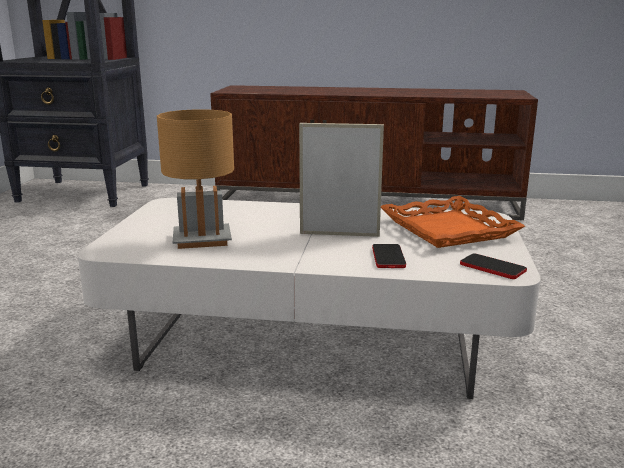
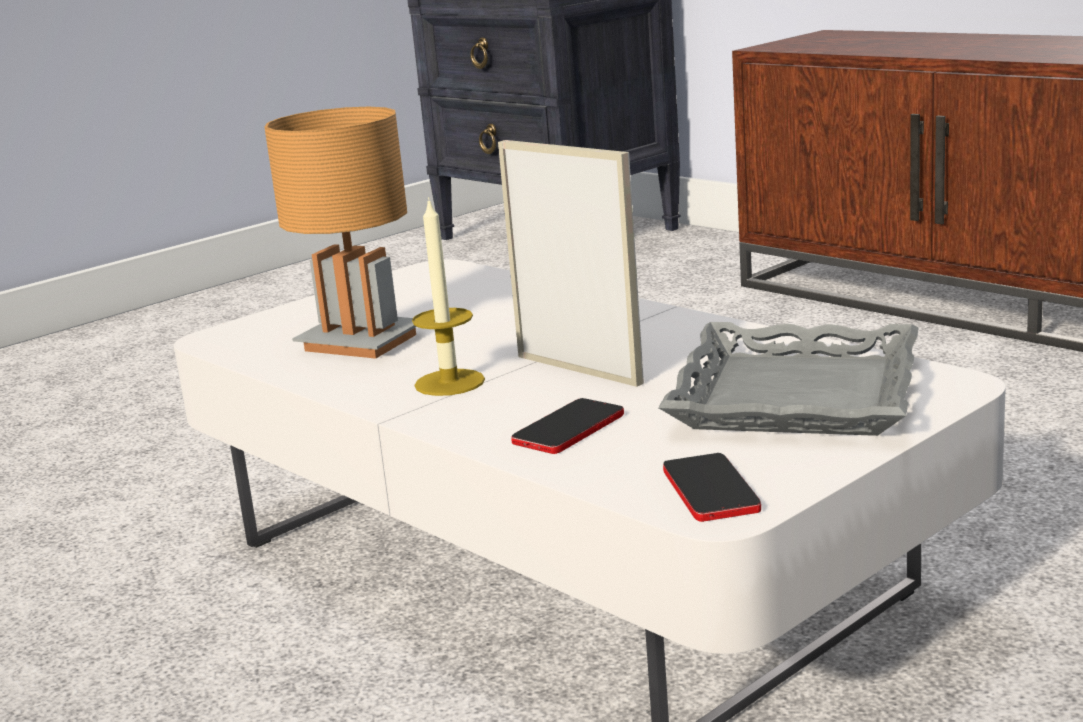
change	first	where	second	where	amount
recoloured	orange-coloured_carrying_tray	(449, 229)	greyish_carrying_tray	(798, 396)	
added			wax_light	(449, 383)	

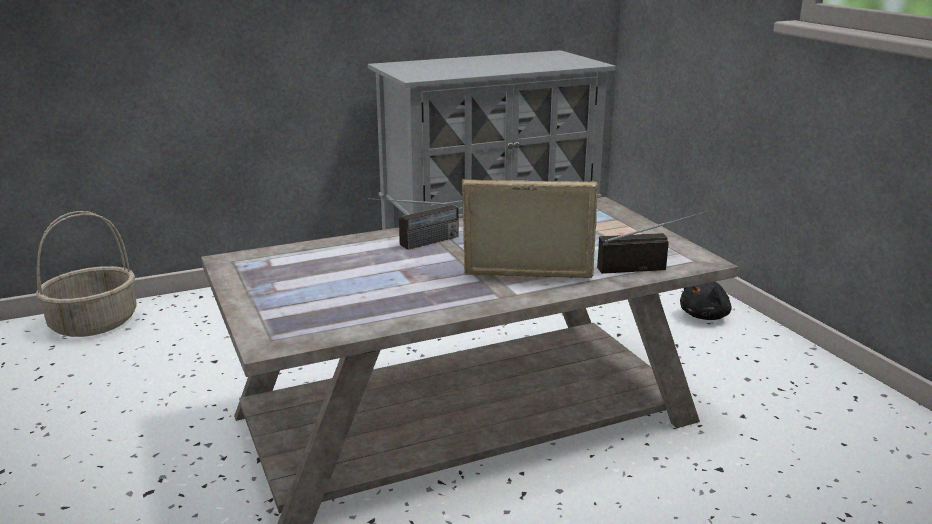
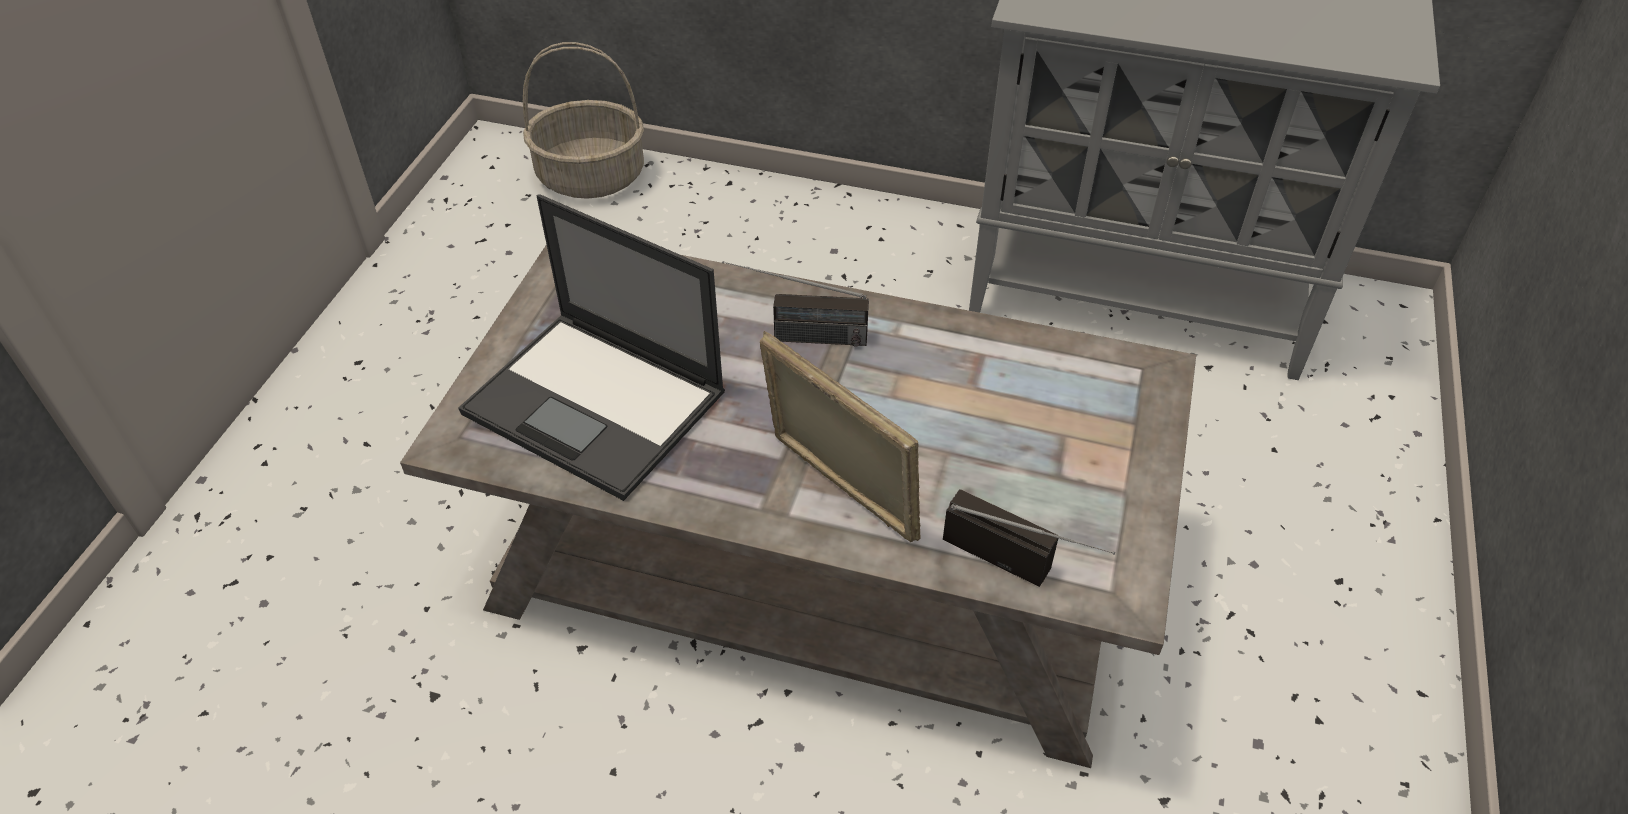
change	first	where	second	where	amount
removed	black-coloured_plush_toy	(706, 316)			
added			notebook_computer	(597, 404)	

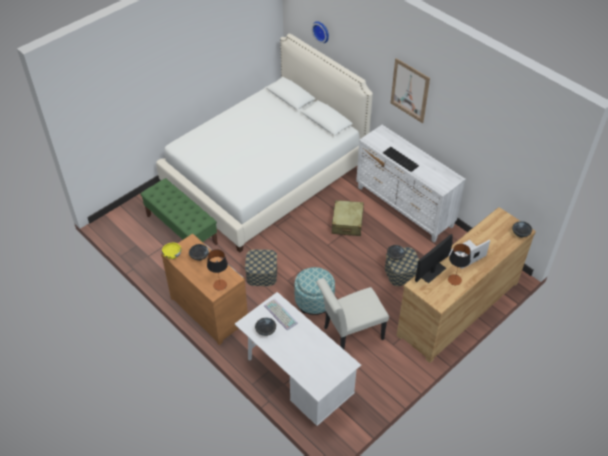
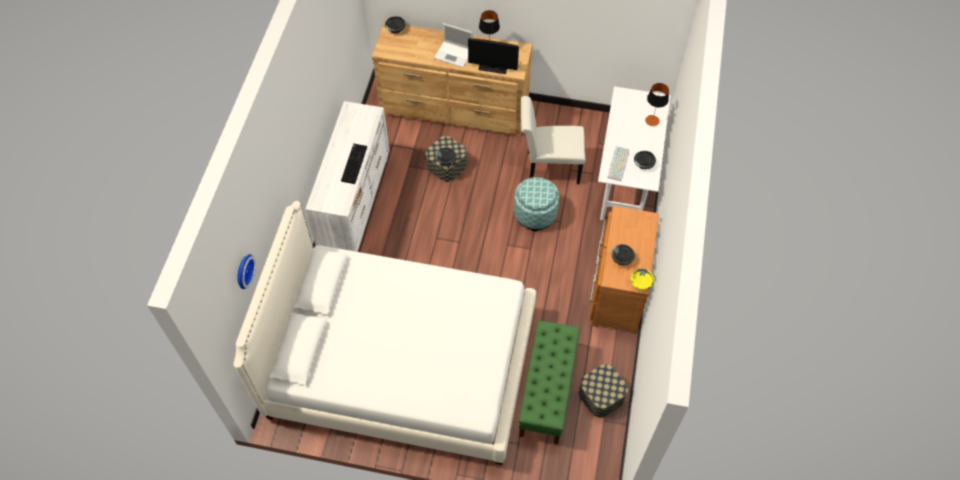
change	first	where	second	where	amount
removed	picture	(410, 90)			
removed	beige-coloured_piece_of_luggage	(347, 223)			
moved	table_lamp	(220, 285)		(652, 120)	
moved	storage_bin	(261, 274)		(601, 396)	
turned	white-coloured_upright_chair	(349, 335)		(548, 167)	150 degrees clockwise

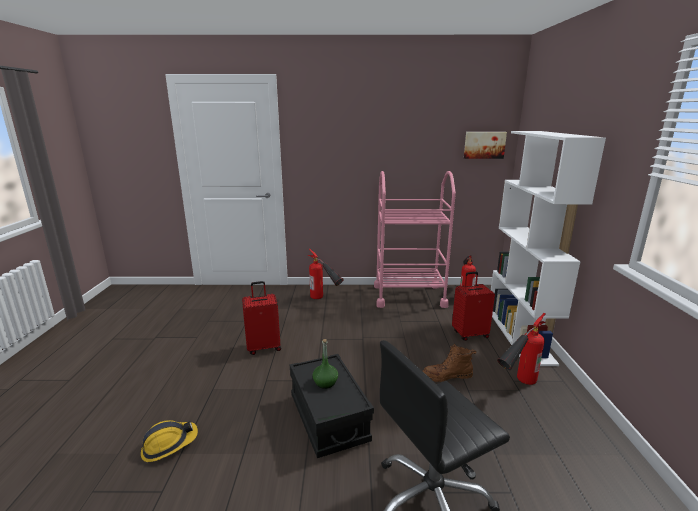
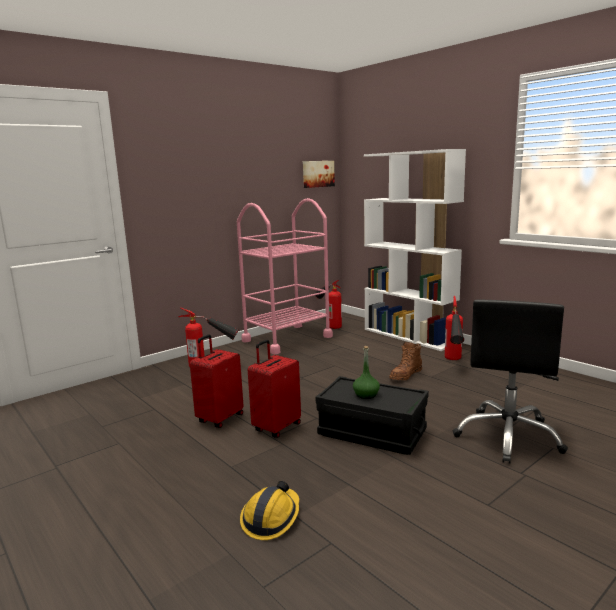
change	first	where	second	where	amount
moved	red_piece_of_luggage	(469, 334)		(276, 427)	

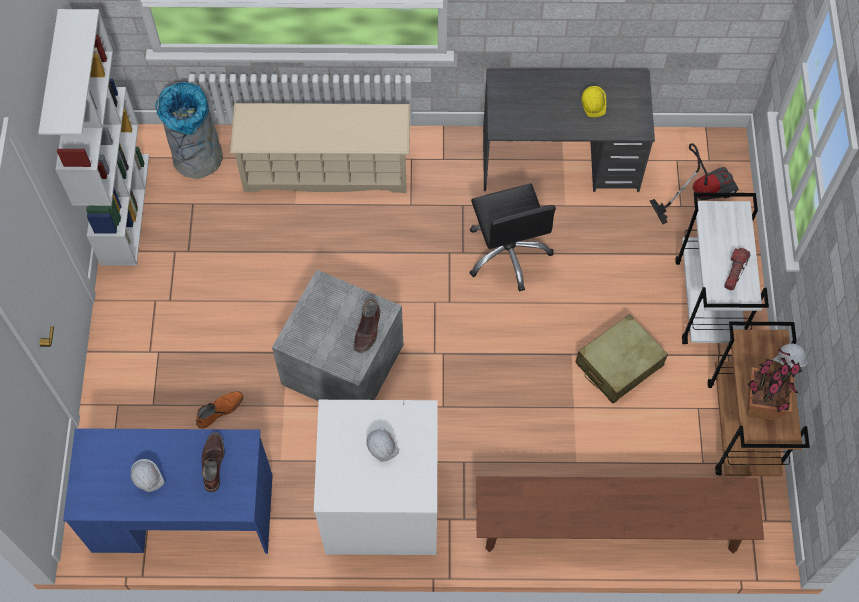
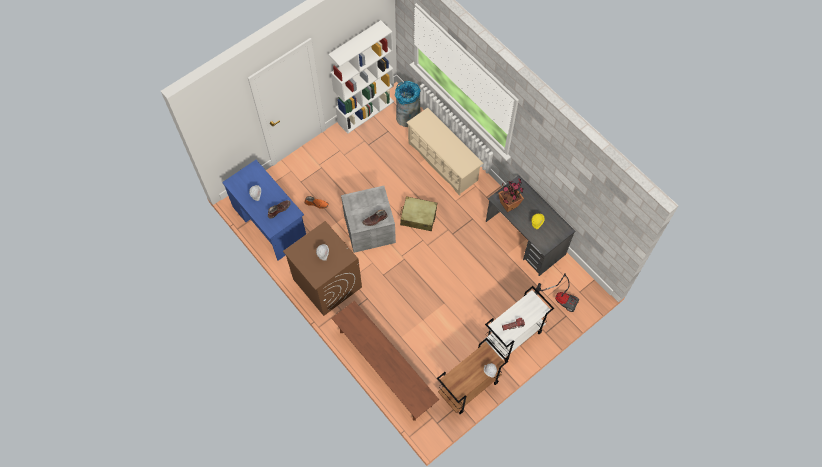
change	first	where	second	where	amount
removed	black-coloured_desk_chair	(508, 253)			
moved	beige-coloured_piece_of_luggage	(618, 364)		(418, 217)	
moved	plant_in_a_pot	(761, 405)		(508, 204)	
recoloured	white-coloured_washing_machine	(381, 504)	brown-coloured_washing_machine	(327, 283)	

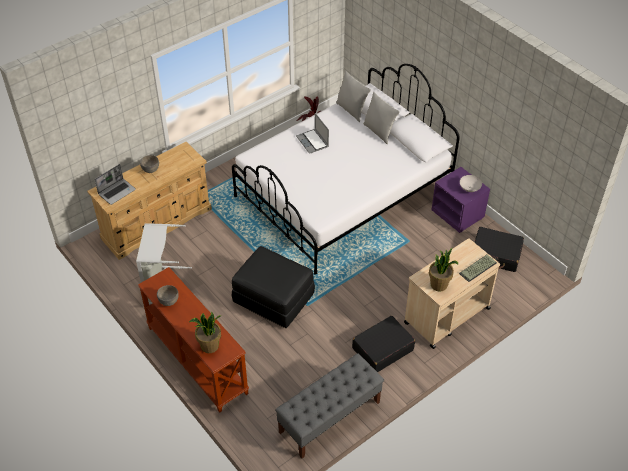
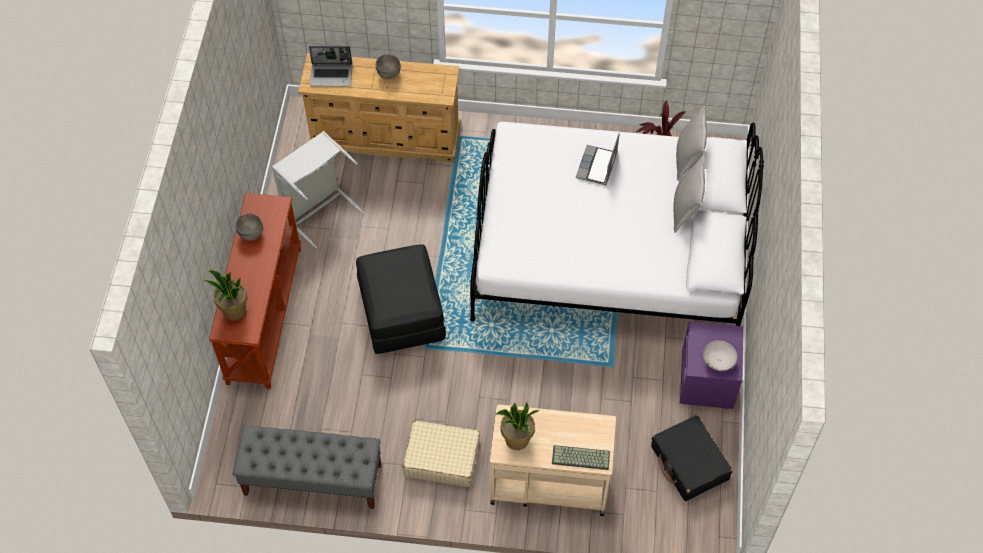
change	first	where	second	where	amount
recoloured	black-coloured_piece_of_luggage	(382, 349)	beige-coloured_piece_of_luggage	(441, 458)	

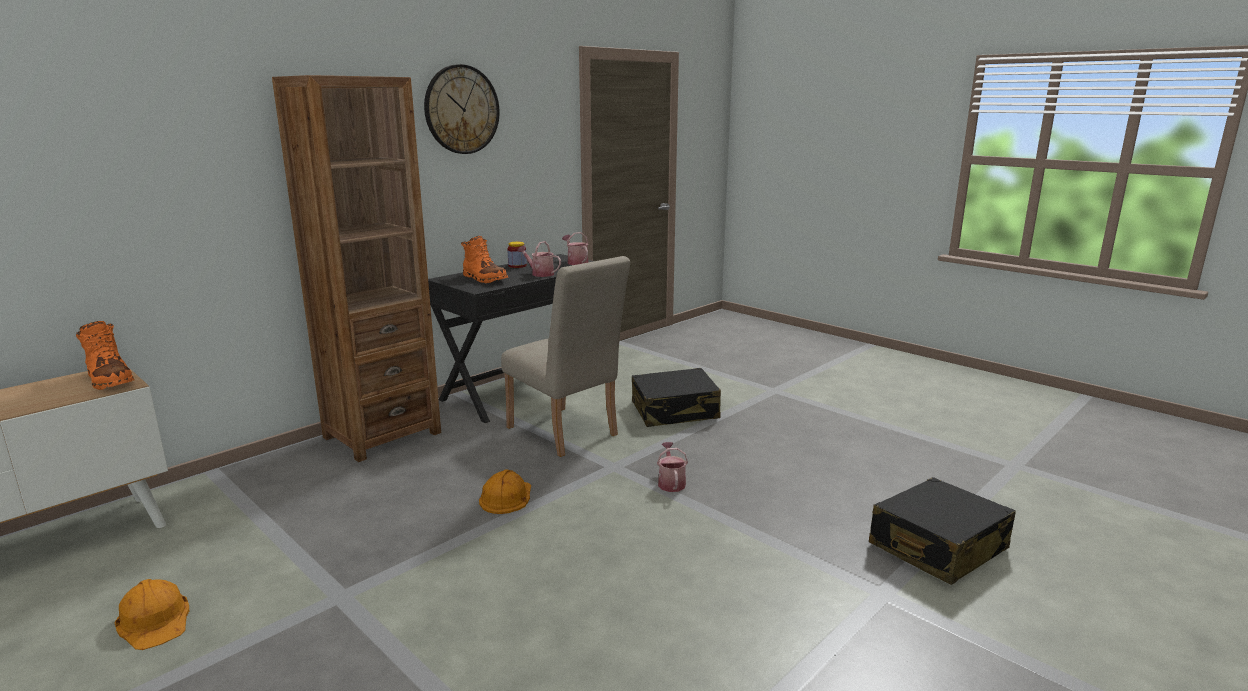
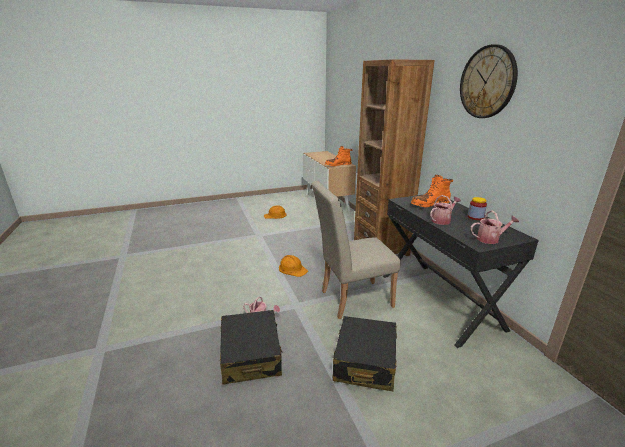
change	first	where	second	where	amount
moved	black-coloured_piece_of_luggage	(937, 547)		(251, 355)	

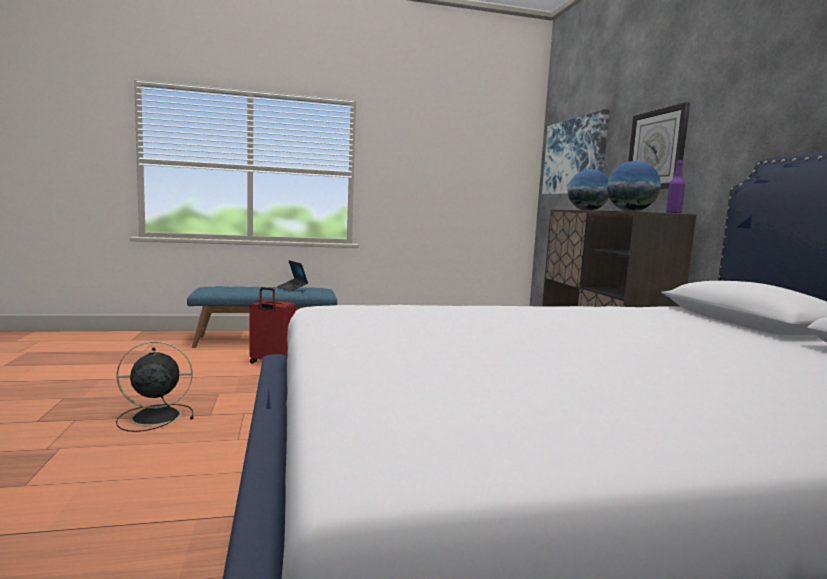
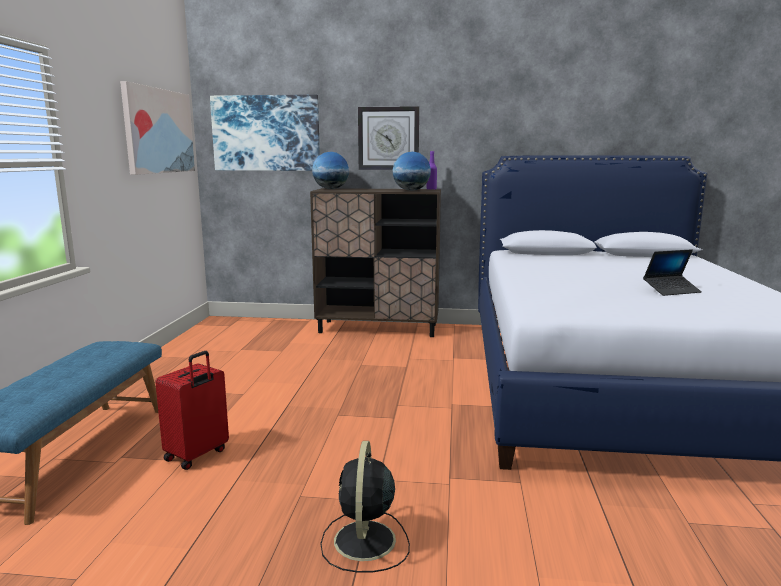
change	first	where	second	where	amount
moved	notebook_computer	(292, 288)		(671, 290)	
added			picture	(158, 131)	

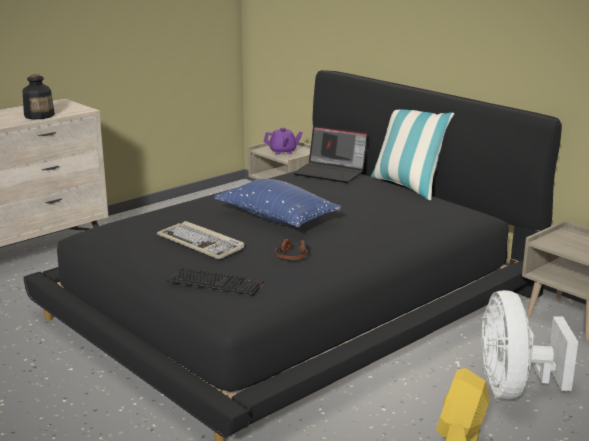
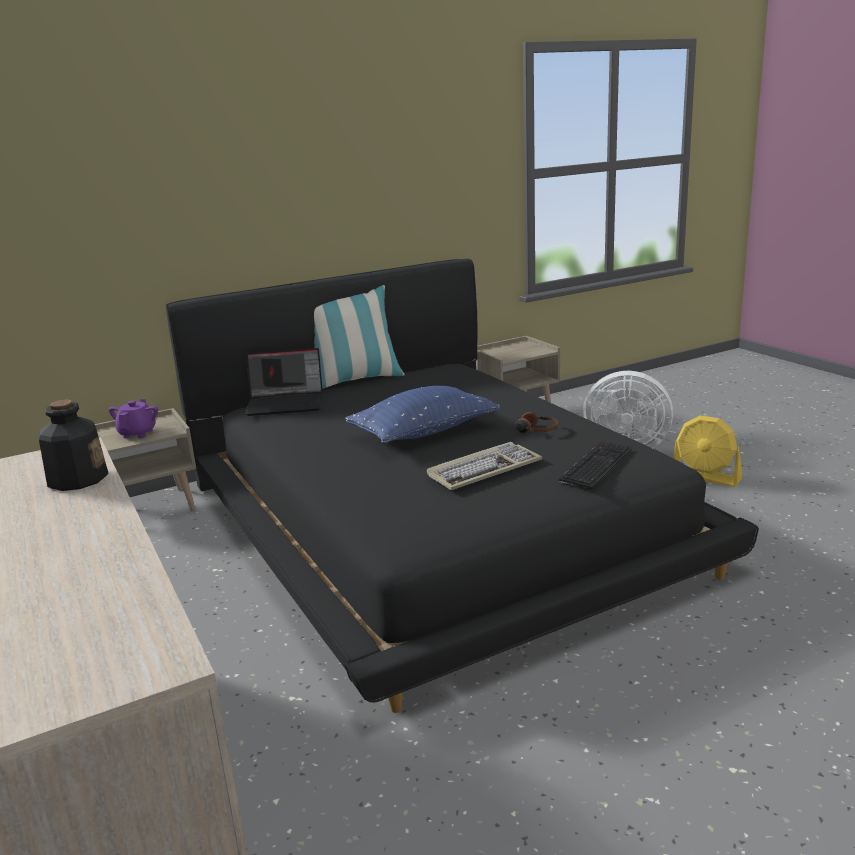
change	first	where	second	where	amount
turned	notebook_computer	(331, 172)		(287, 403)	45 degrees clockwise

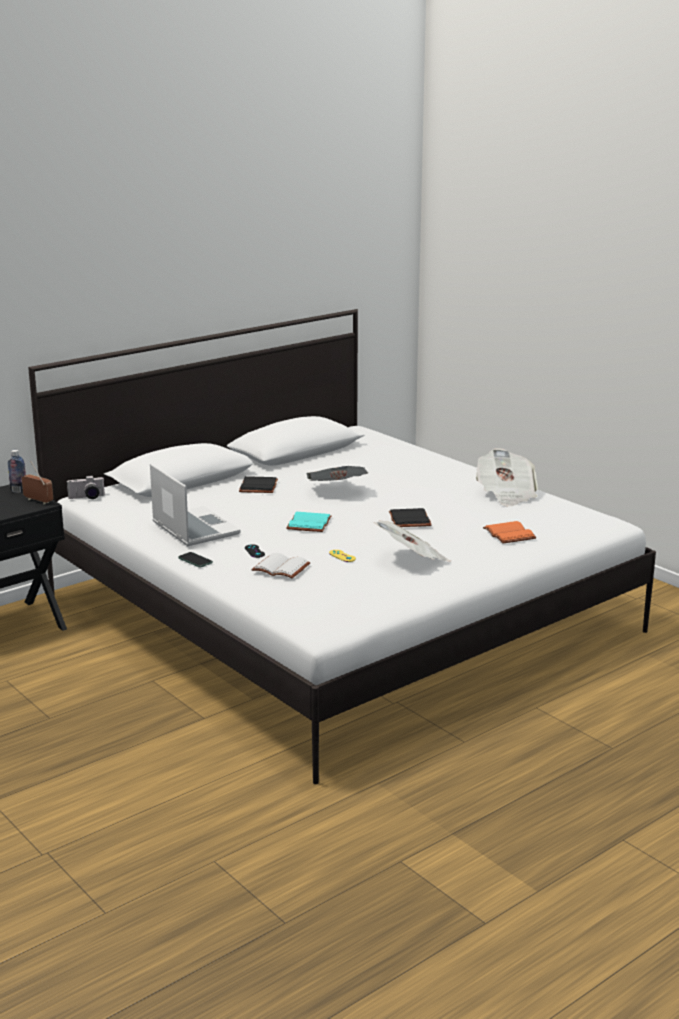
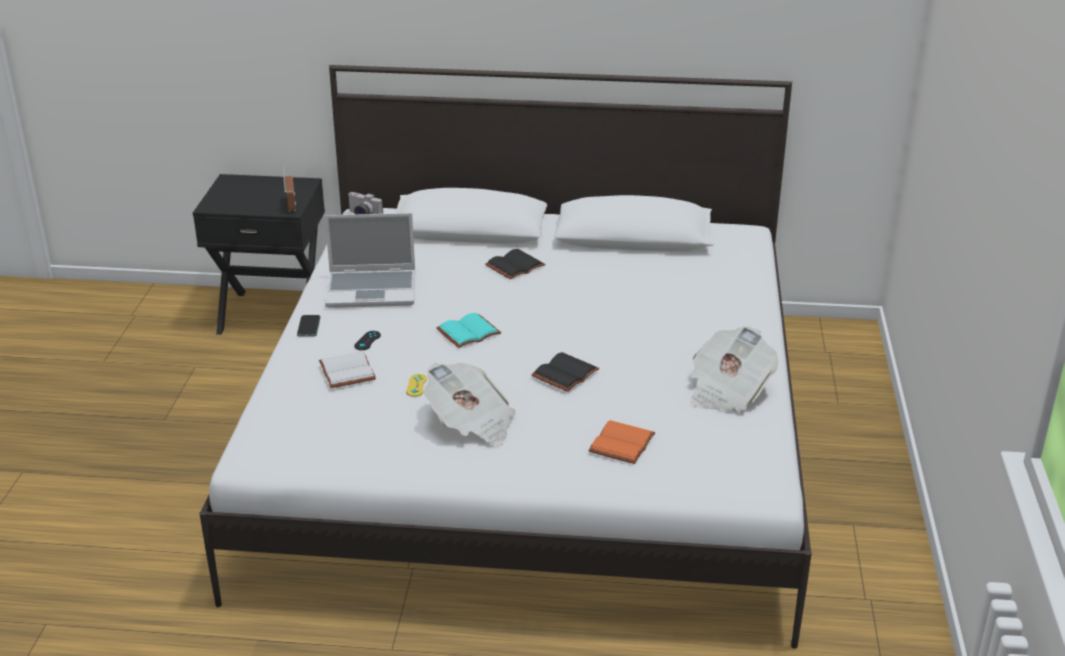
change	first	where	second	where	amount
removed	bottle	(18, 491)			
turned	notebook_computer	(193, 528)		(373, 290)	75 degrees clockwise
removed	daily_paper	(336, 490)			

